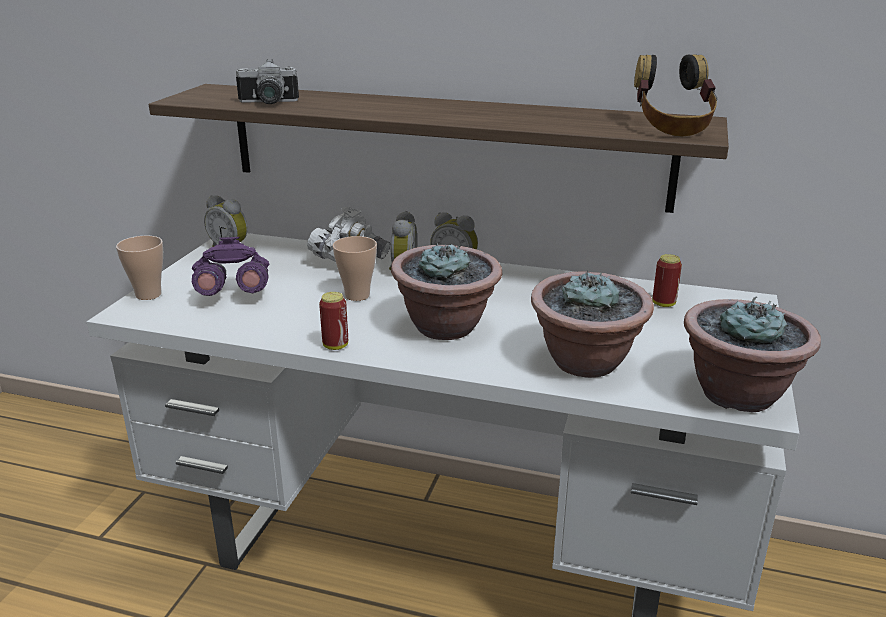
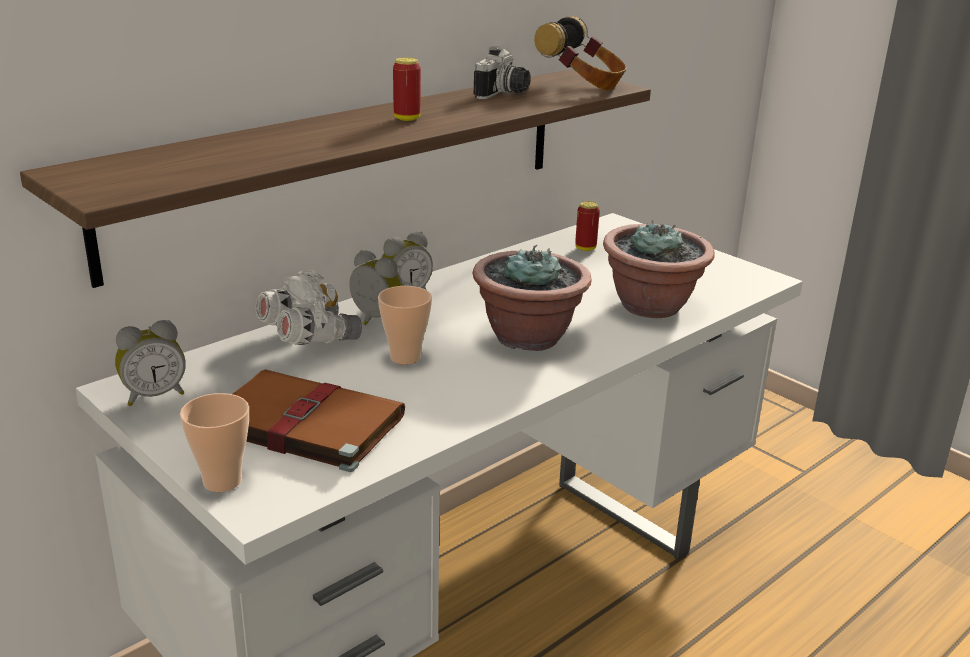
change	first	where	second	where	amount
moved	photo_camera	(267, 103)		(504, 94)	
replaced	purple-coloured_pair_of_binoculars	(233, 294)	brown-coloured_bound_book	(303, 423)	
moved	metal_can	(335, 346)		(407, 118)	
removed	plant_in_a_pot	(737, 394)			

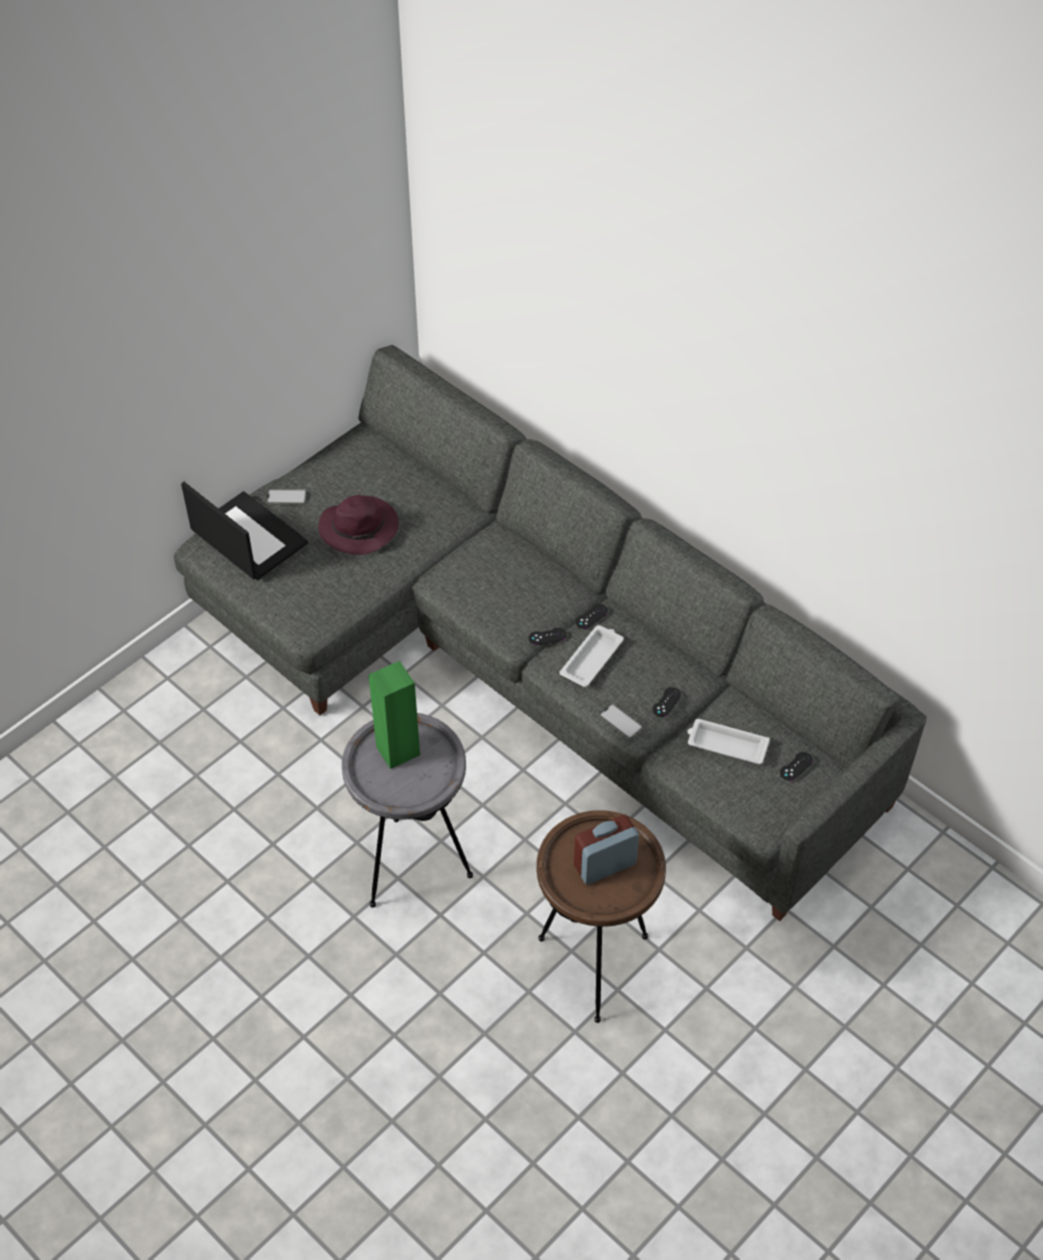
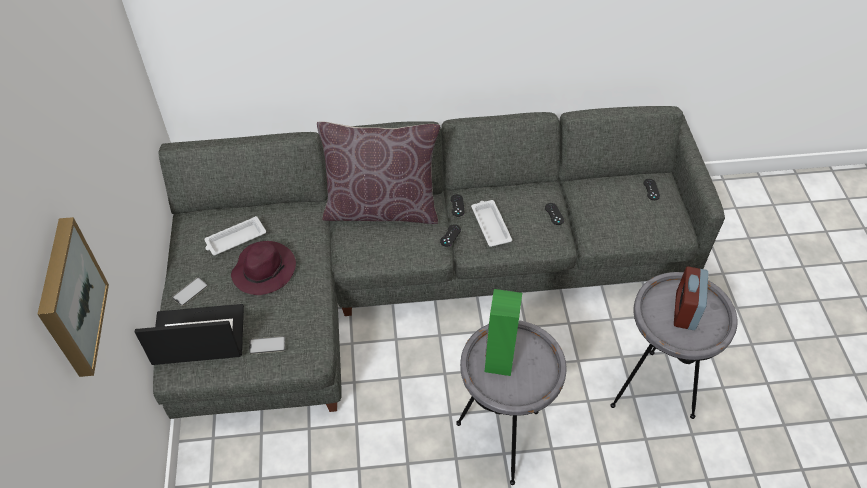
change	first	where	second	where	amount
moved	phone	(620, 721)		(267, 345)	
moved	white-coloured_carrying_tray	(726, 745)		(235, 239)	
recoloured	brown-coloured_end_table	(594, 964)	greyish_end_table	(652, 391)	
added			brown-coloured_pillow	(381, 208)	
added			picture	(69, 298)	

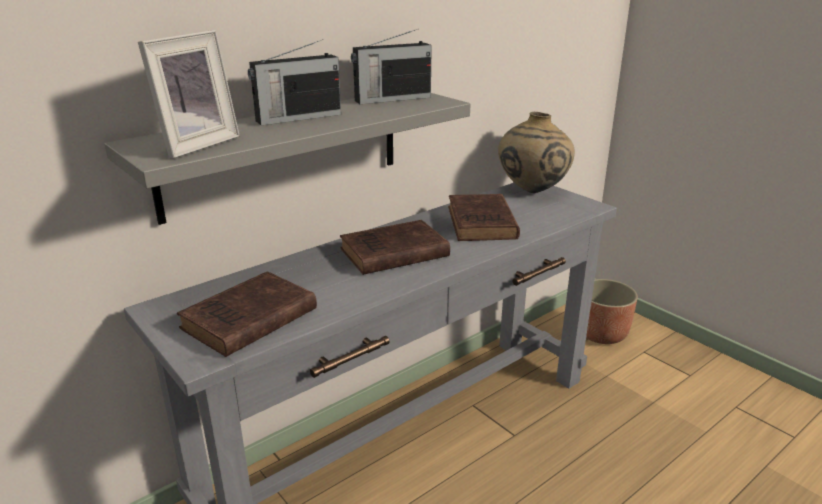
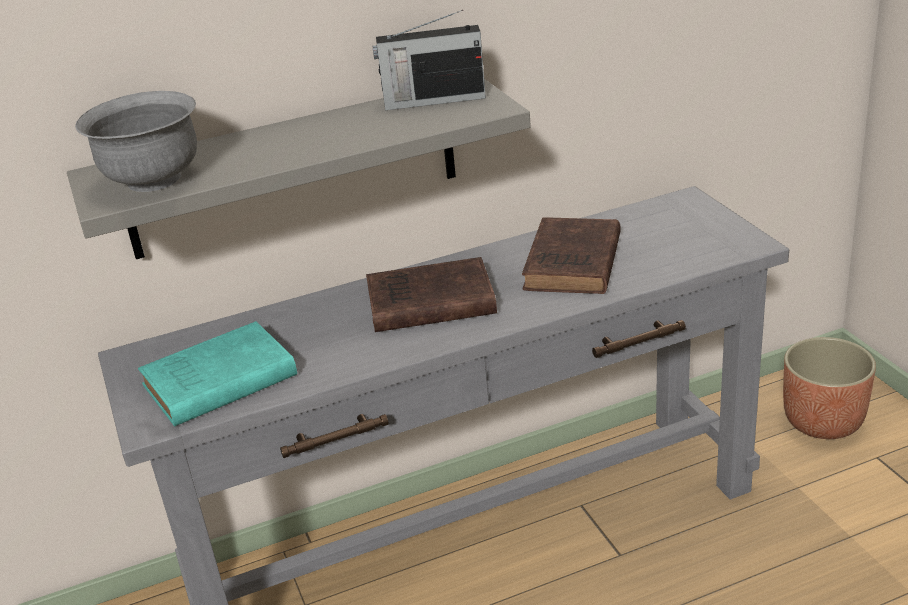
change	first	where	second	where	amount
replaced	picture_frame	(194, 145)	greyish_deep_dish	(153, 180)	
removed	radio_receiver	(297, 118)			
removed	beige-coloured_vase	(532, 191)			
recoloured	brown-coloured_bound_book	(246, 320)	turquoise_bound_book	(216, 382)	

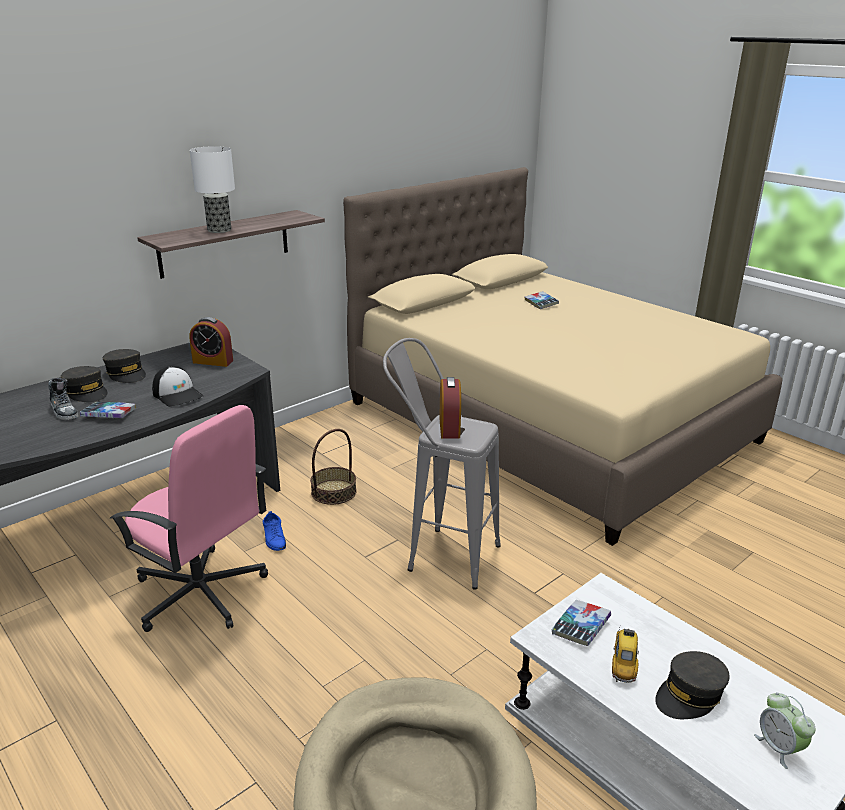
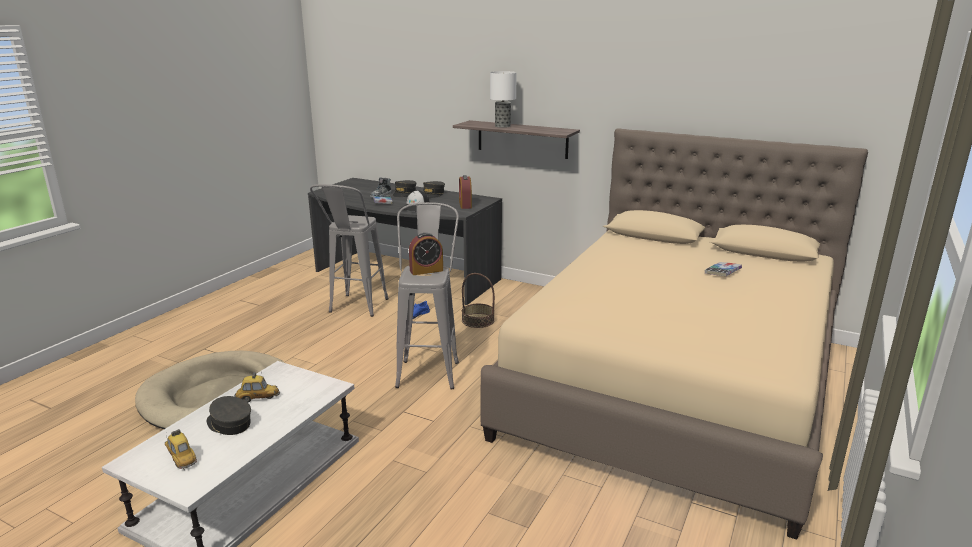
change	first	where	second	where	amount
replaced	pink-coloured_desk_chair	(201, 593)	greyish_sitting_stool	(355, 309)	
removed	bound_book	(580, 627)			
replaced	table_clock	(779, 747)	toy_car	(181, 458)	

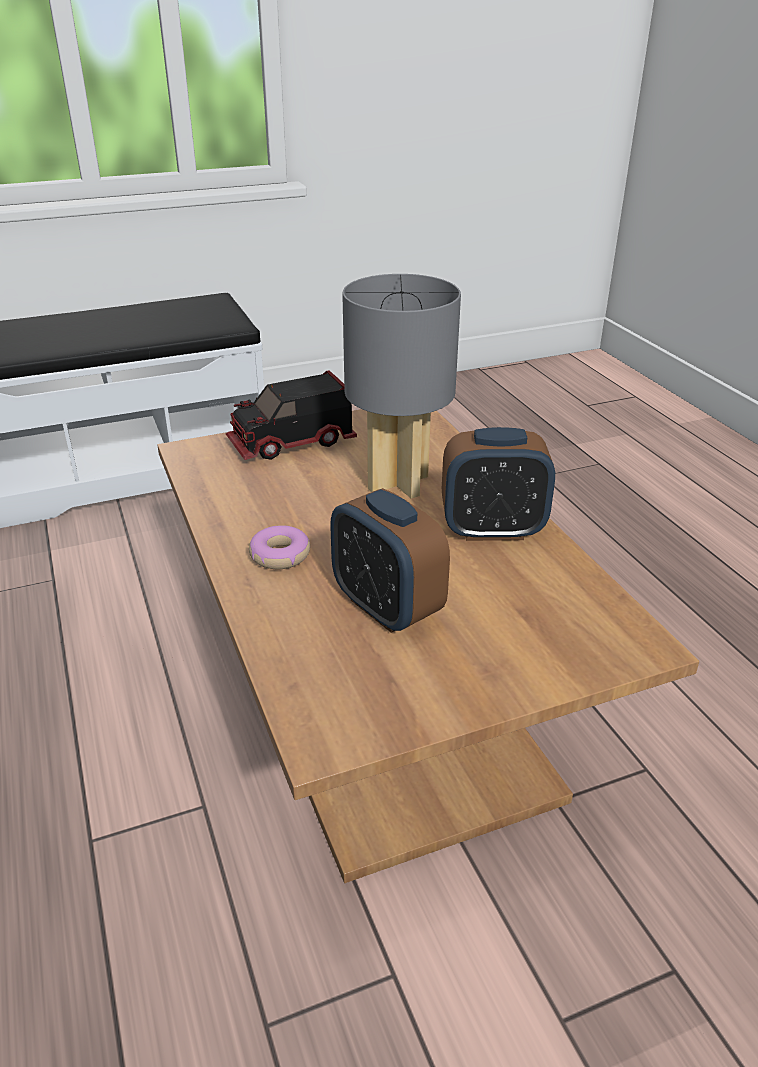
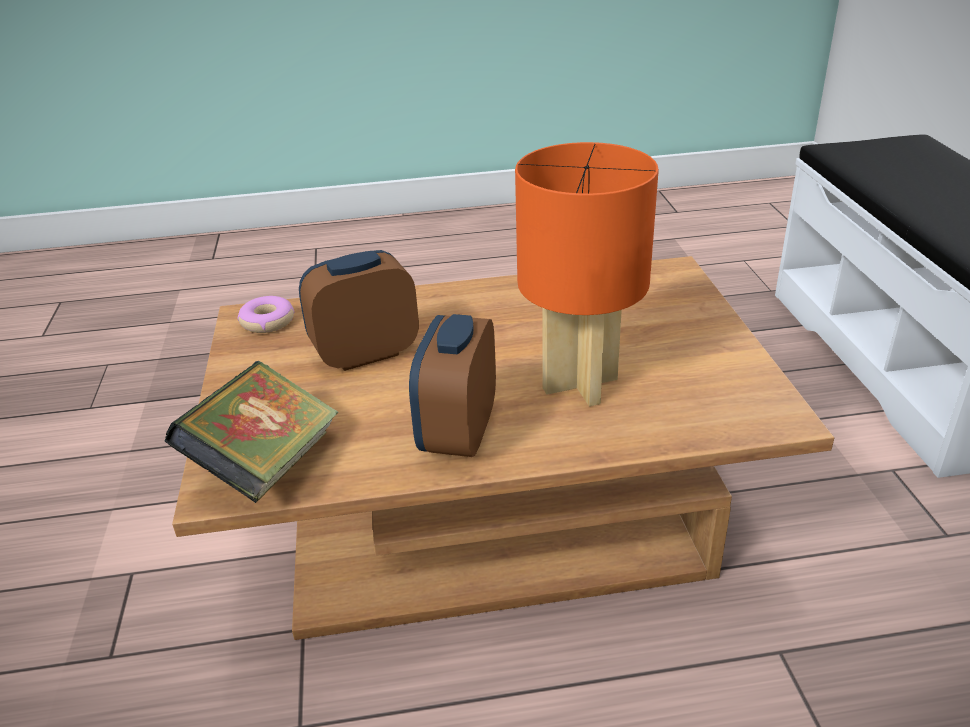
change	first	where	second	where	amount
recoloured	greyish_table_lamp	(399, 482)	orange-coloured_table_lamp	(581, 384)	
removed	toy_lorry	(292, 443)			
moved	doughnut	(280, 555)		(267, 322)	
added			bound_book	(266, 465)	

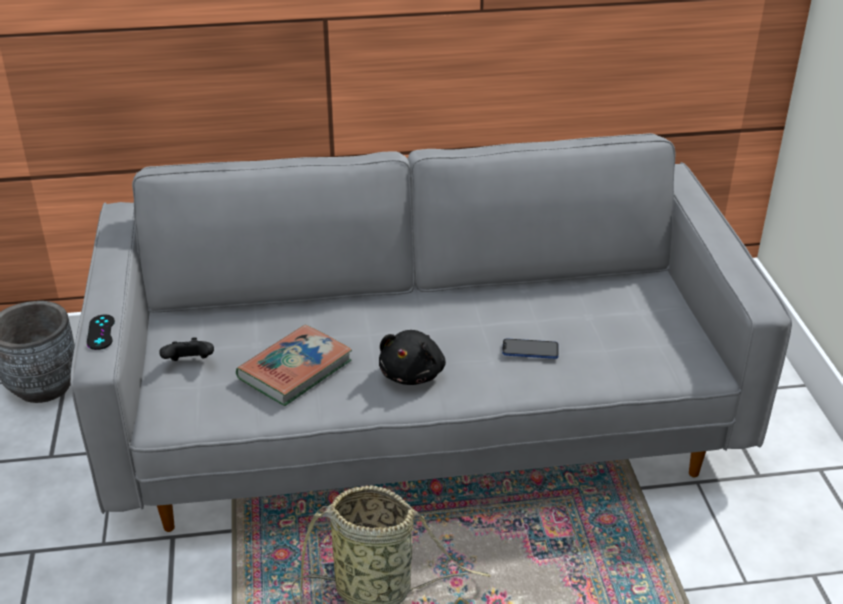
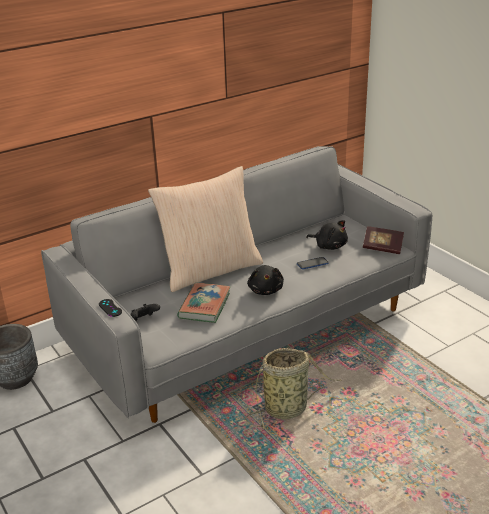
change	first	where	second	where	amount
added			beige-coloured_pillow	(210, 270)	
added			black-coloured_plush_toy	(329, 246)	
added			bound_book	(382, 247)	

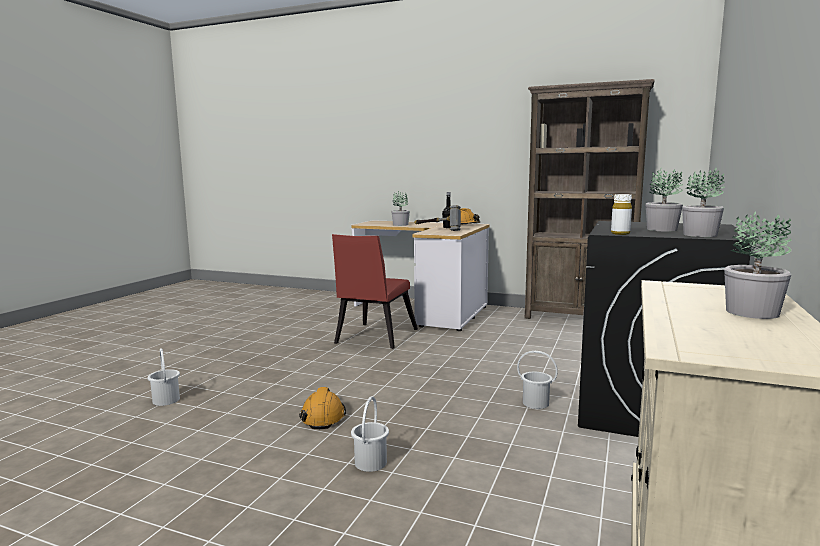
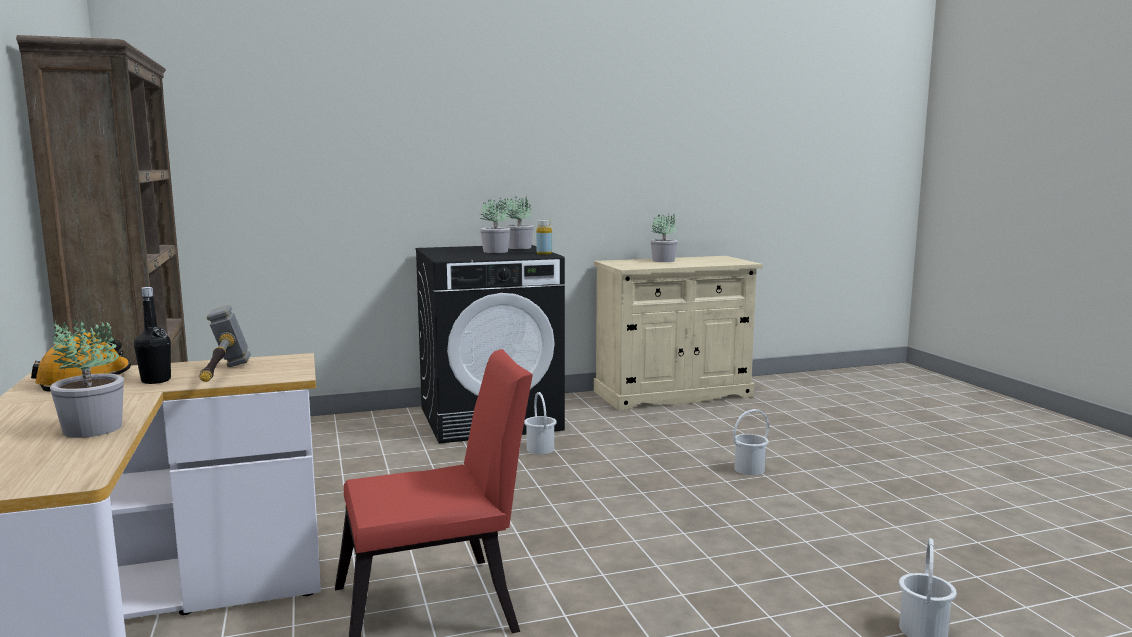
change	first	where	second	where	amount
recoloured	white-coloured_bottle	(620, 233)	yellow-coloured_bottle	(544, 253)	
removed	orange-coloured_hard_hat	(323, 417)			

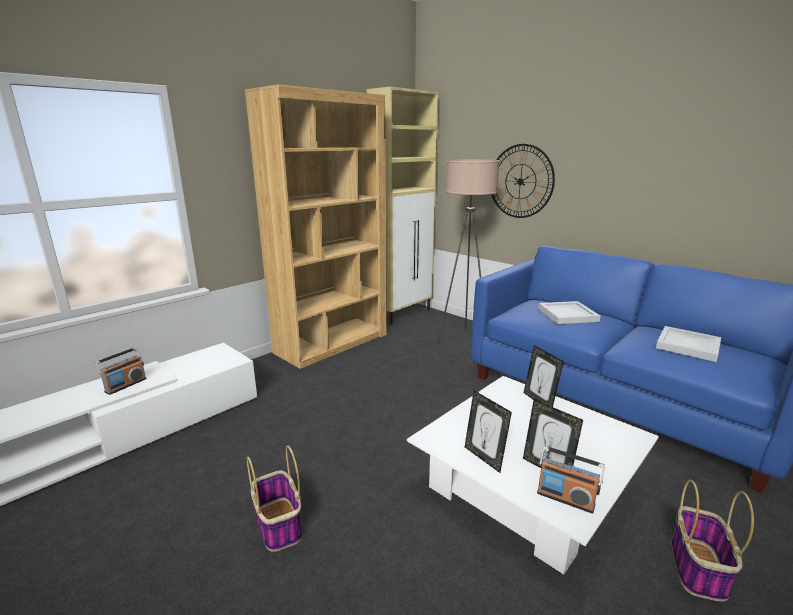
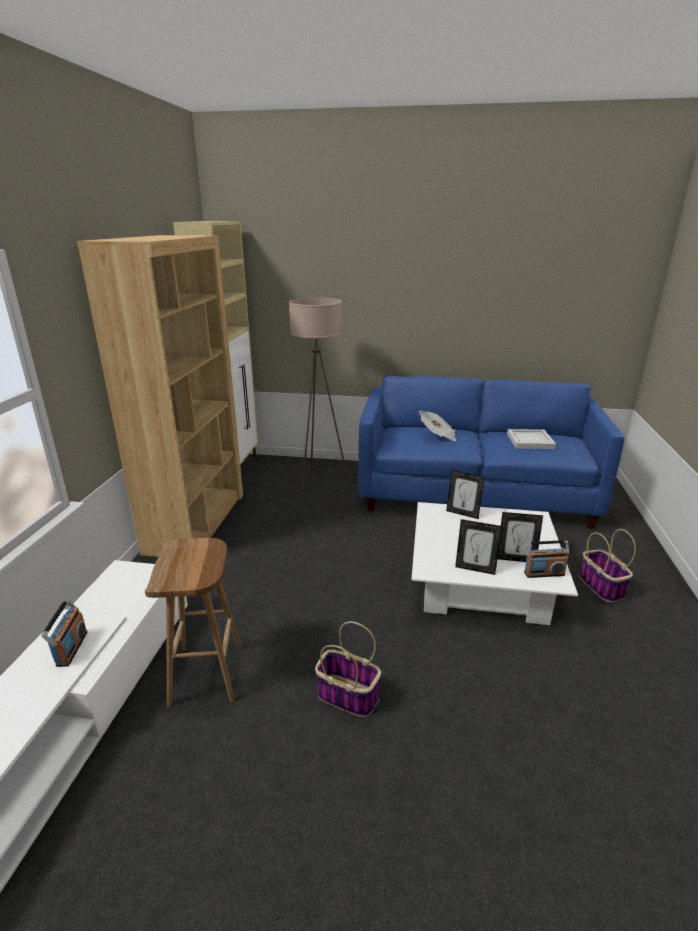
change	first	where	second	where	amount
removed	clock_on_the_wall	(520, 181)			
replaced	white-coloured_carrying_tray	(568, 315)	daily_paper	(437, 436)	
added			brown-coloured_sitting_stool	(207, 674)	

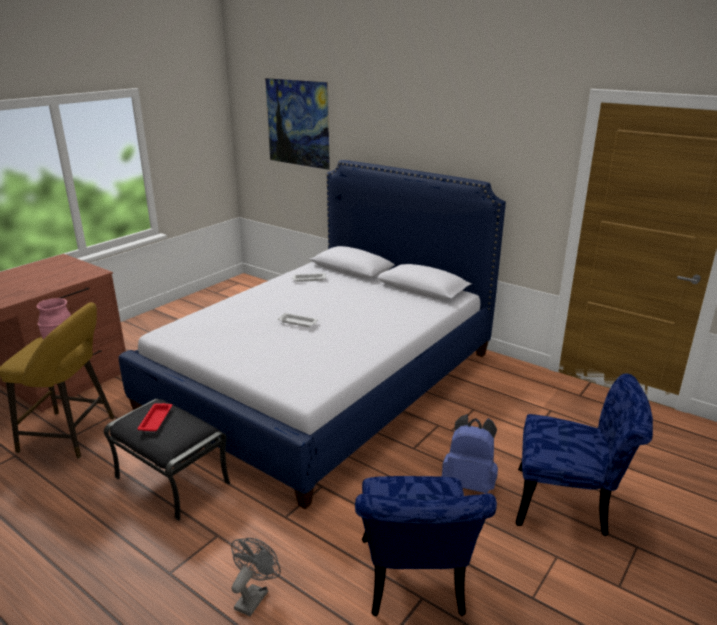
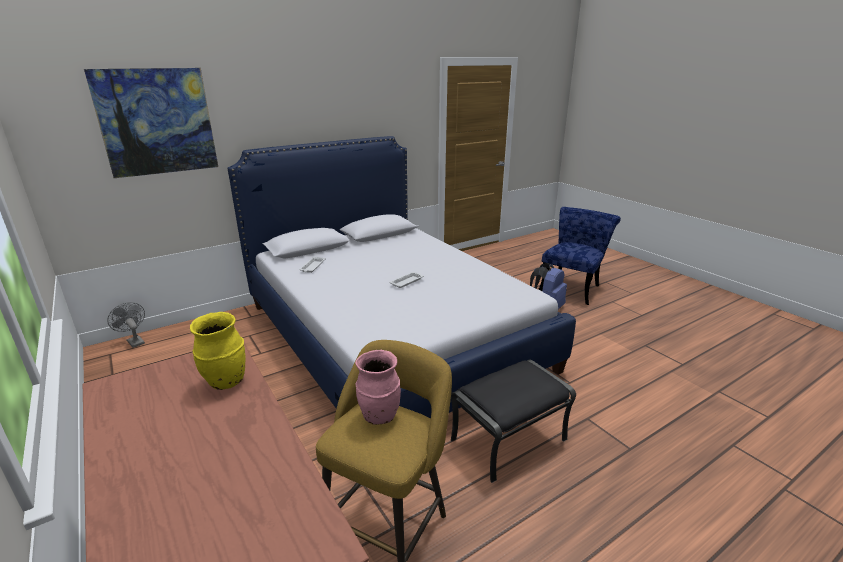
change	first	where	second	where	amount
removed	red_carrying_tray	(156, 419)			
removed	blue_upright_chair	(414, 585)			
moved	greyish_electric_fan	(254, 596)		(134, 341)	
added			yellow-coloured_vase	(226, 381)	

